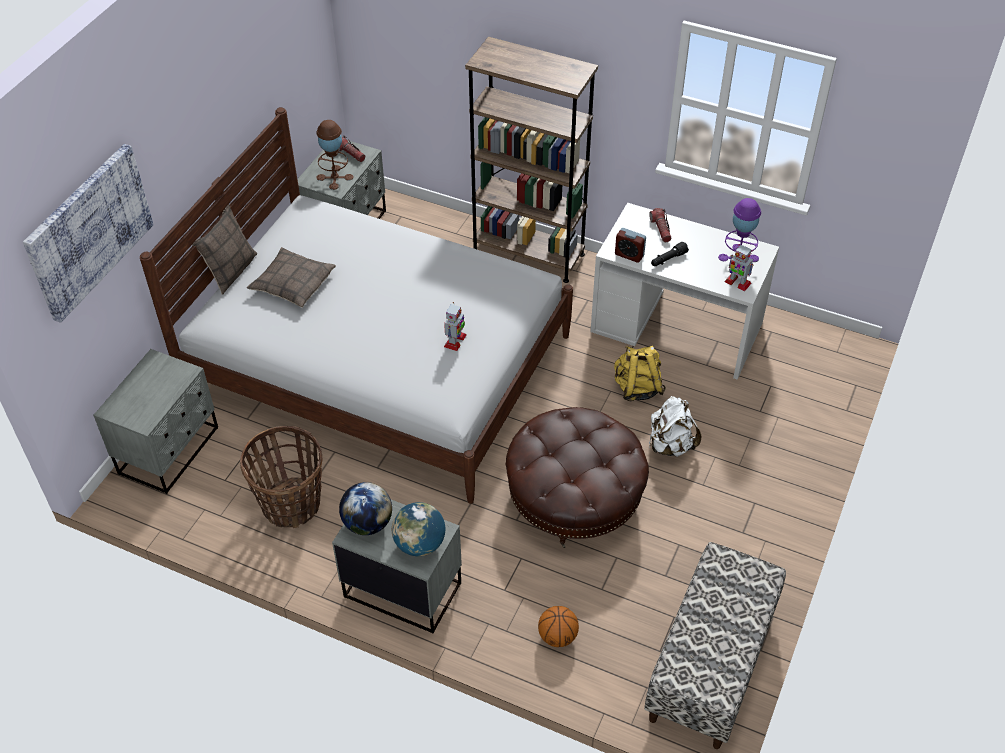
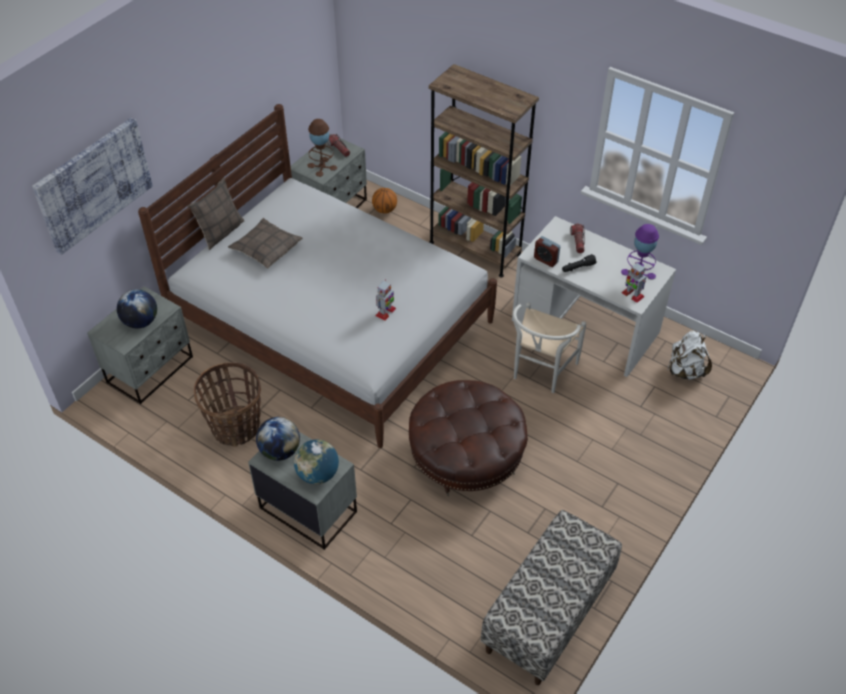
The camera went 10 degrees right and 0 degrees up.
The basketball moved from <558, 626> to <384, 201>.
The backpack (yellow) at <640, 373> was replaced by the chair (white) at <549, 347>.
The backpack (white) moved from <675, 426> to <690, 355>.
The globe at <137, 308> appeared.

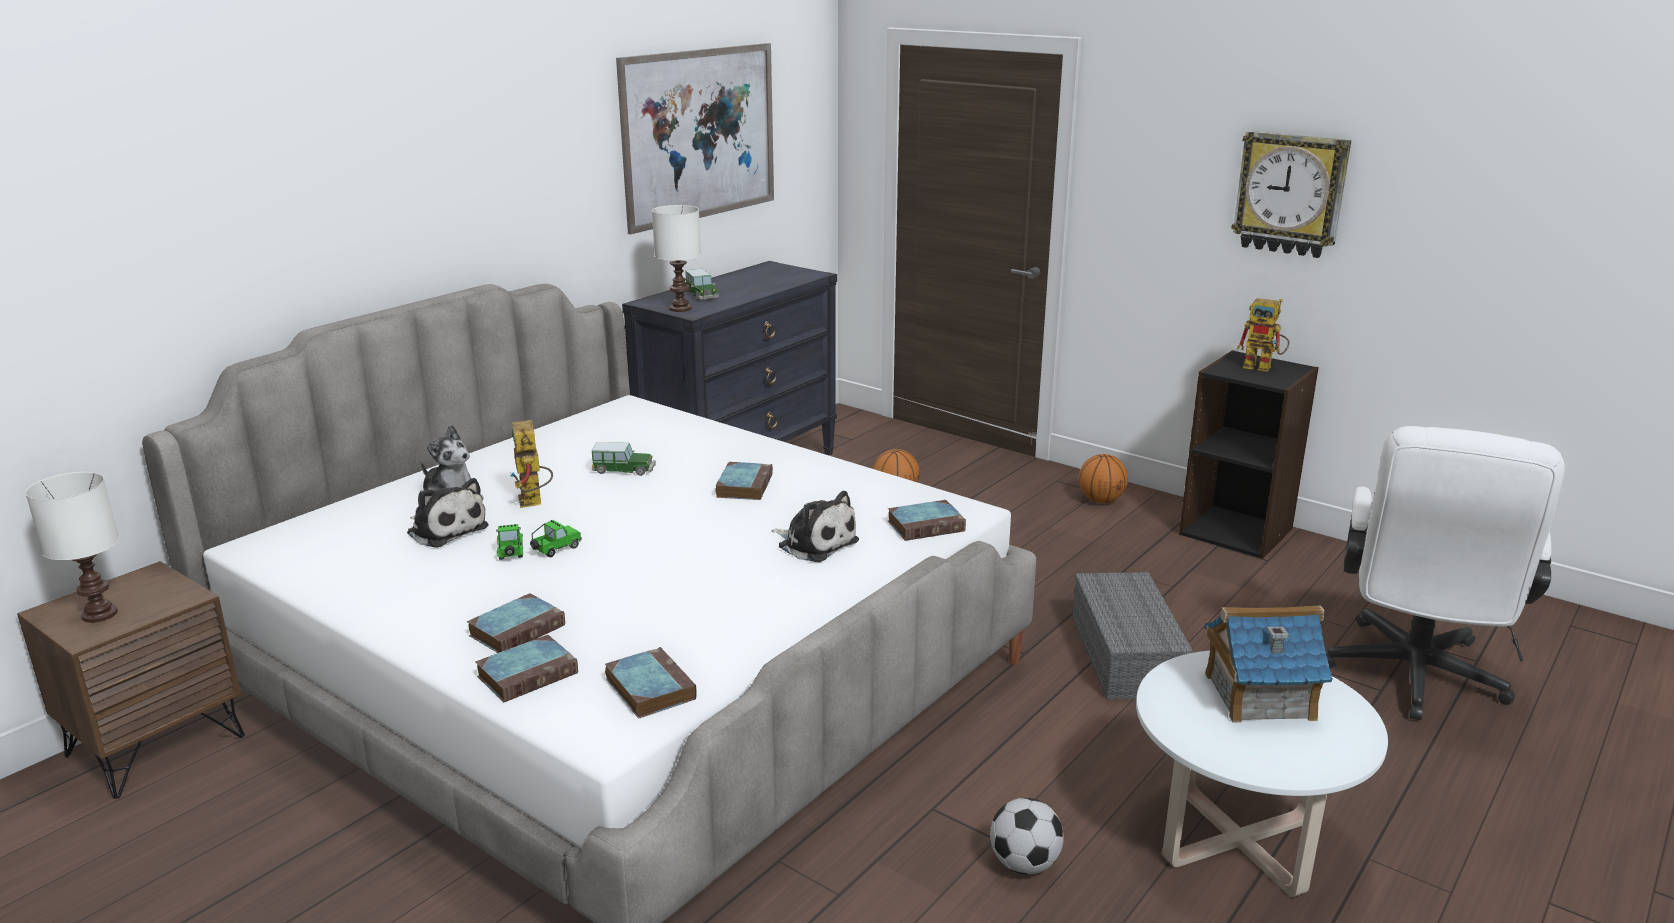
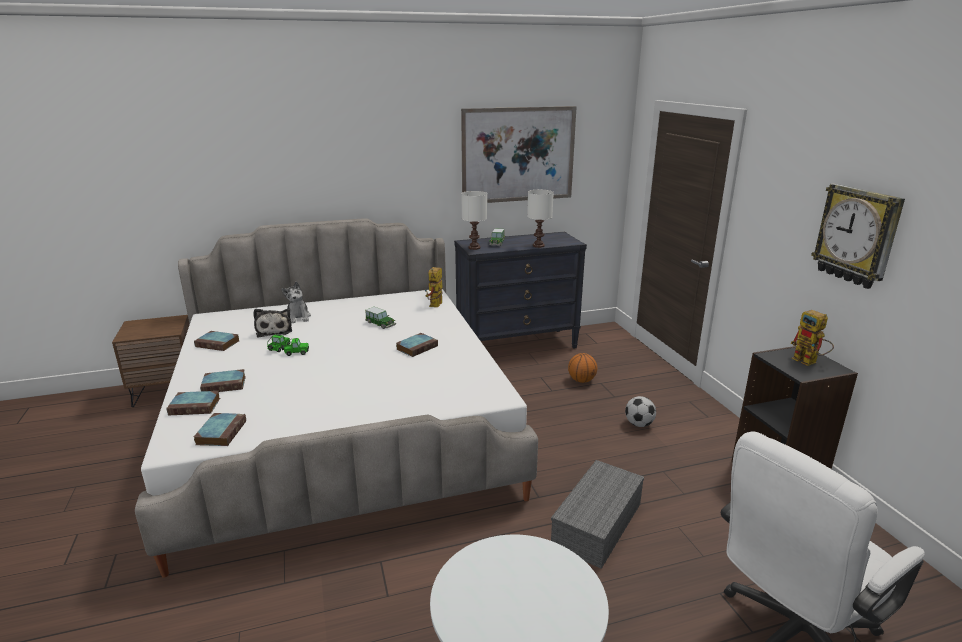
The camera went 35 degrees right and 0 degrees up.
The table lamp (white) moved from <72, 547> to <540, 219>.
The toy robot moved from <531, 464> to <434, 287>.
The plush toy at <815, 526> disappeared.
The book moved from <927, 520> to <216, 341>.
The football moved from <1027, 836> to <640, 411>.
The basketball at <1103, 478> disappeared.
The toy house at <1268, 664> disappeared.

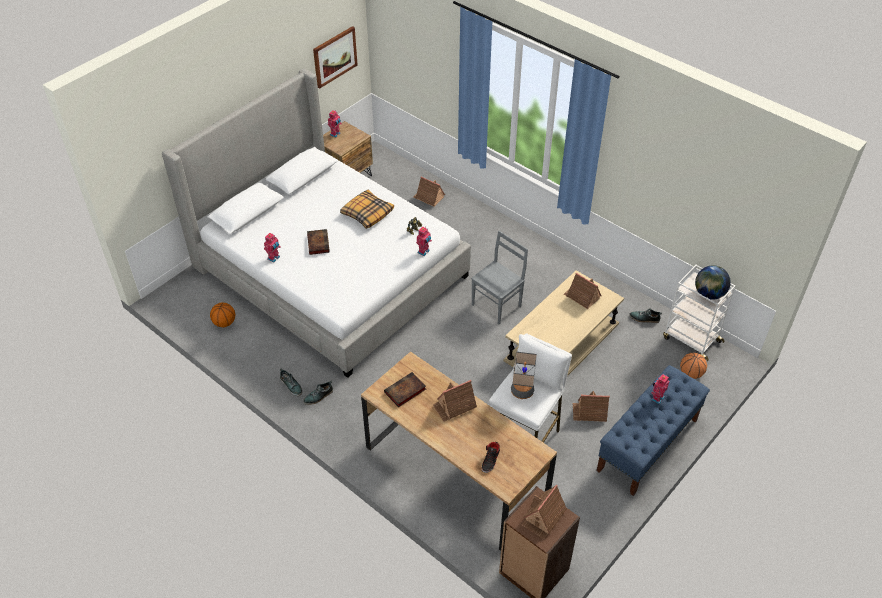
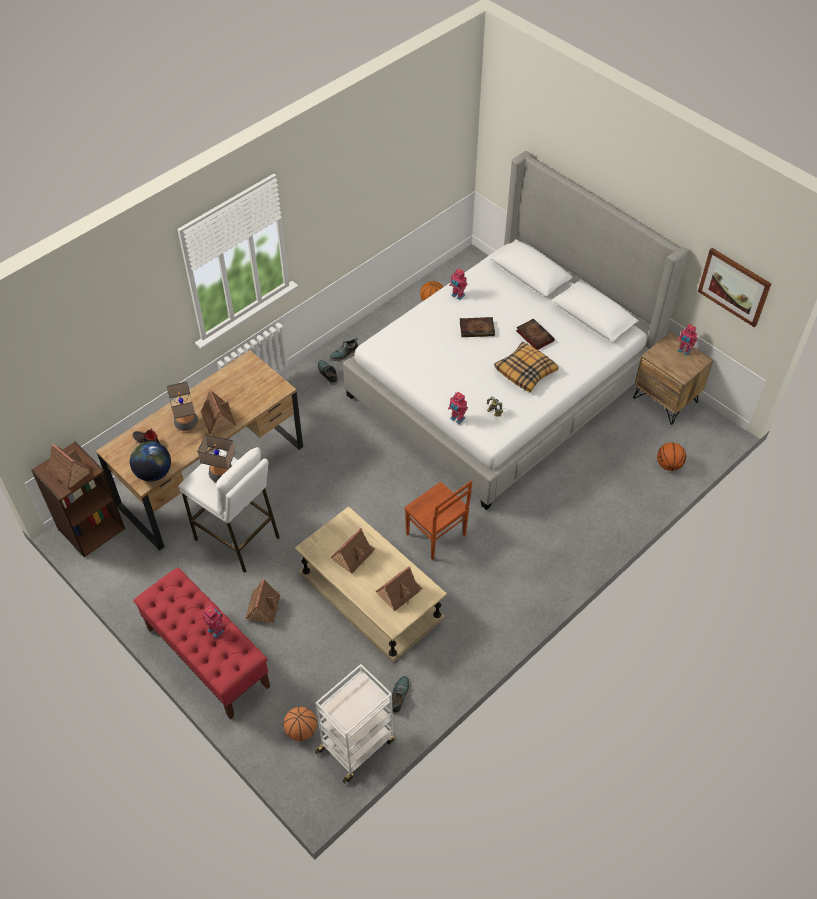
The camera went 95 degrees right and 5 degrees up.
The book moved from <405, 389> to <535, 334>.
The toy house moved from <429, 192> to <352, 550>.
The chair (grey) at <499, 277> became the chair (brown) at <438, 520>.
The bench (blue) at <653, 430> became the bench (red) at <202, 643>.
The globe moved from <713, 282> to <150, 461>.
The table lamp at <182, 406> appeared.
The basketball at <671, 456> appeared.

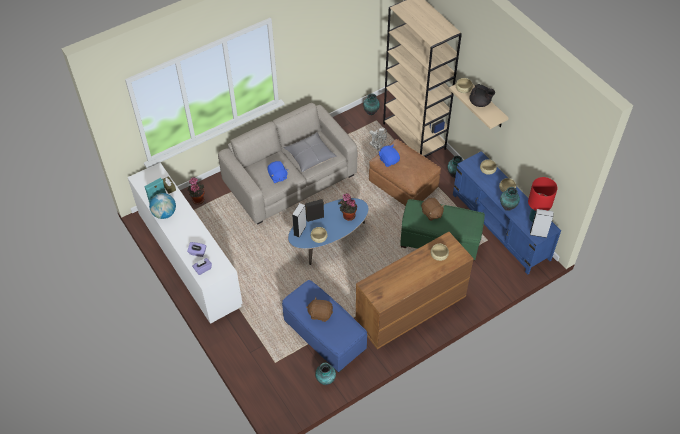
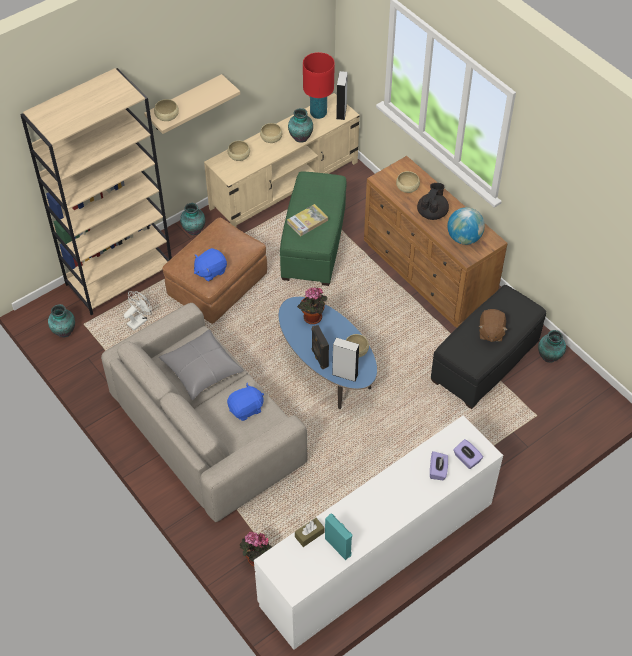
The camera went 95 degrees left and 0 degrees up.
The globe moved from <162, 206> to <466, 226>.
The ottoman (blue) at <324, 326> became the ottoman (black) at <488, 347>.
The plush toy (brown) at <433, 209> was replaced by the book at <307, 220>.
The tv stand (blue) at <507, 213> became the tv stand (beige) at <282, 160>.
The teapot (black) moved from <482, 95> to <433, 201>.

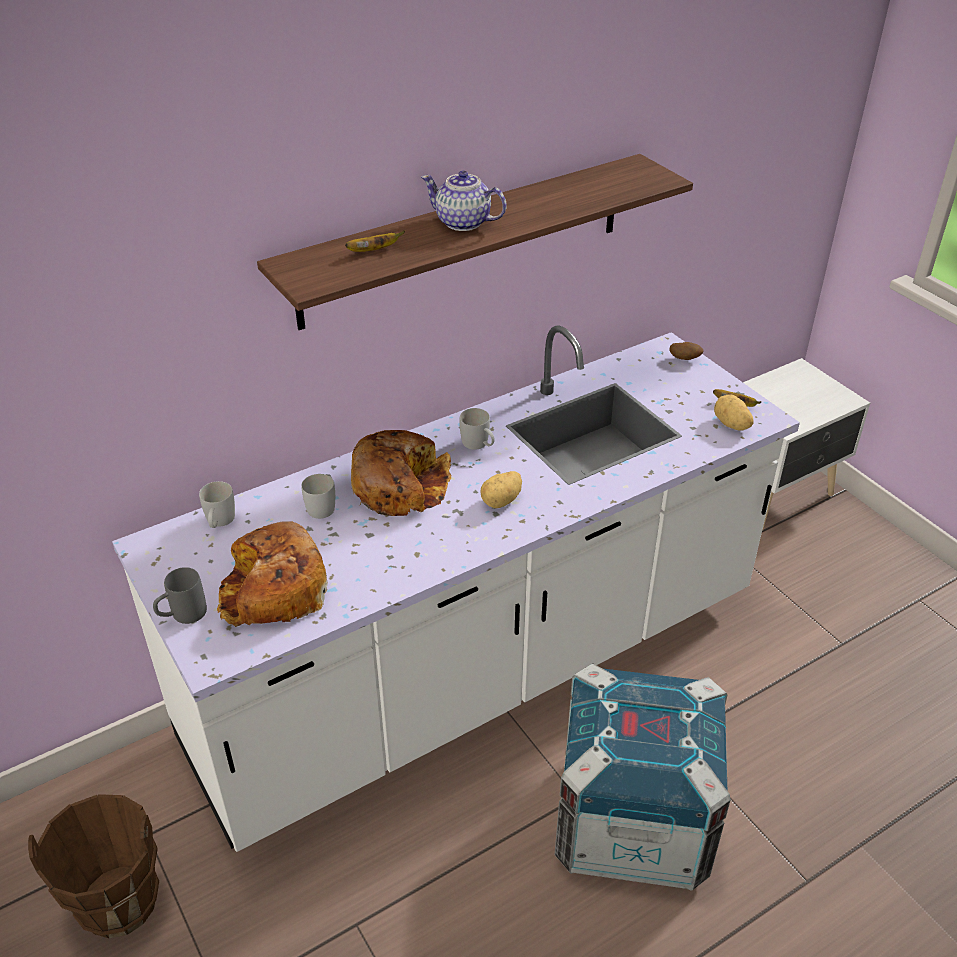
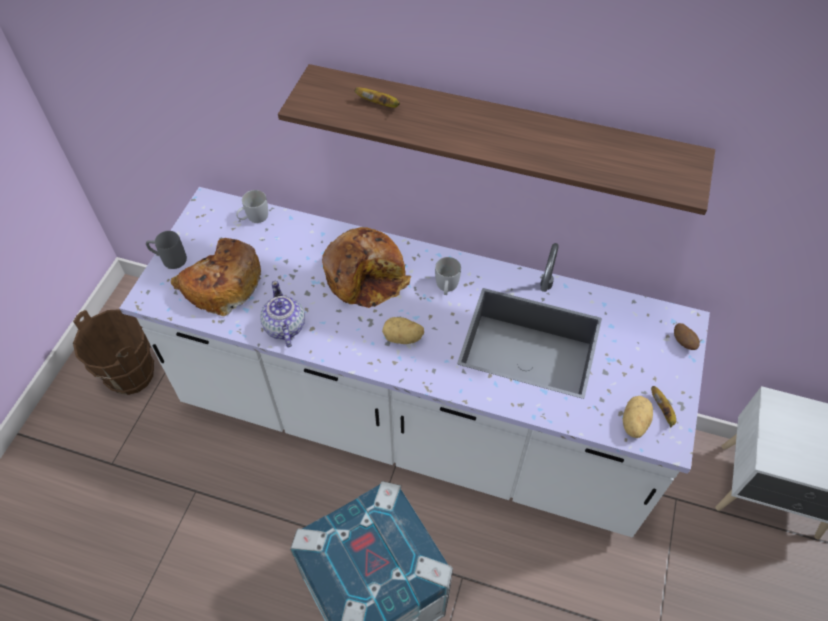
The camera went 50 degrees right and 15 degrees up.
The mug (white) at <318, 496> disappeared.
The teapot moved from <464, 200> to <282, 314>.

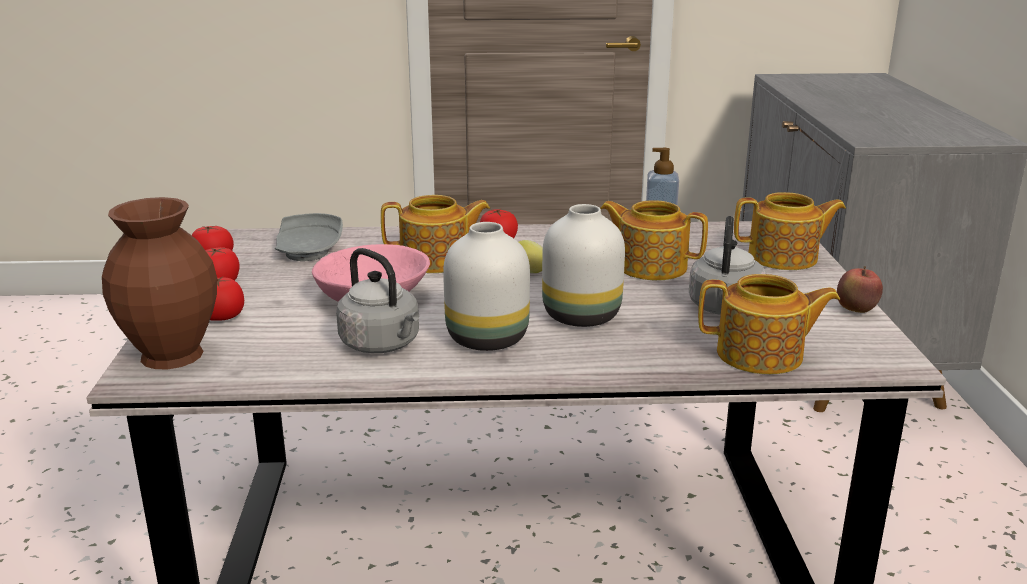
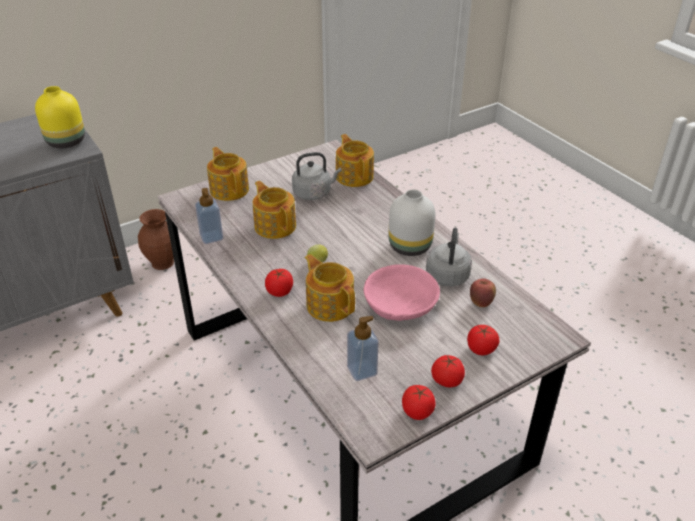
The camera went 120 degrees left and 15 degrees up.
The vase (brown) moved from <159, 283> to <156, 239>.
The plate (grey) at <309, 237> was replaced by the soap dispenser at <363, 348>.
The vase (white) at <583, 265> disappeared.
The teapot at <654, 240> turned 150 degrees clockwise.
The apple moved from <860, 289> to <483, 292>.
The vase (yellow) at <60, 117> appeared.

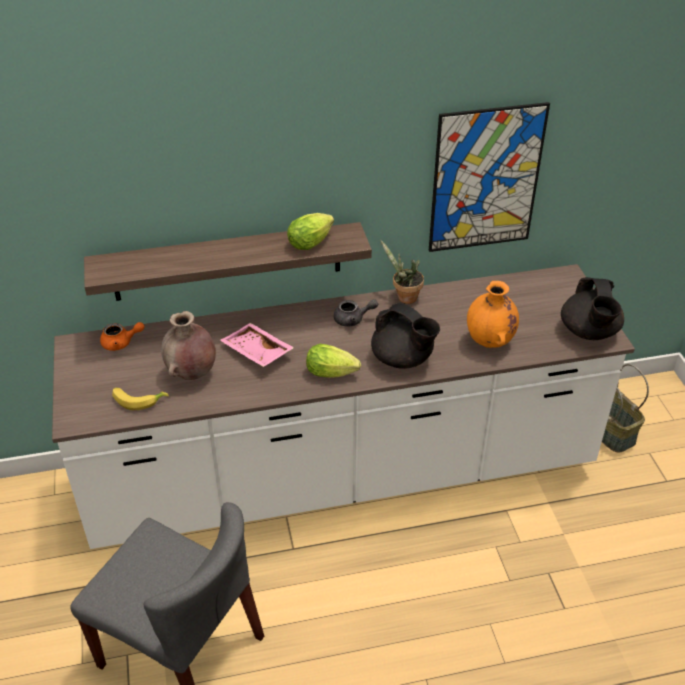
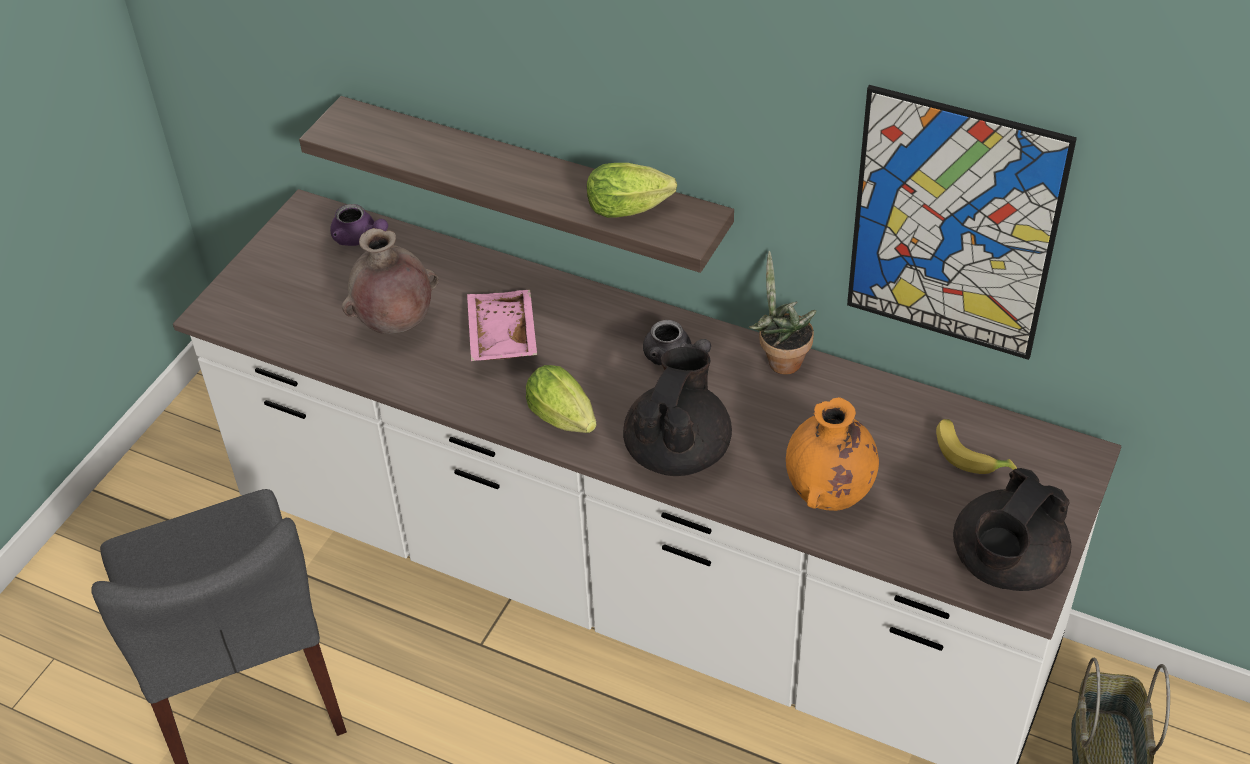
The camera went 40 degrees right and 5 degrees up.
The teapot (orange) at <122, 336> became the teapot (purple) at <359, 225>.
The banana moved from <140, 398> to <976, 446>.
The teapot (black) at <405, 336> turned 150 degrees counterclockwise.

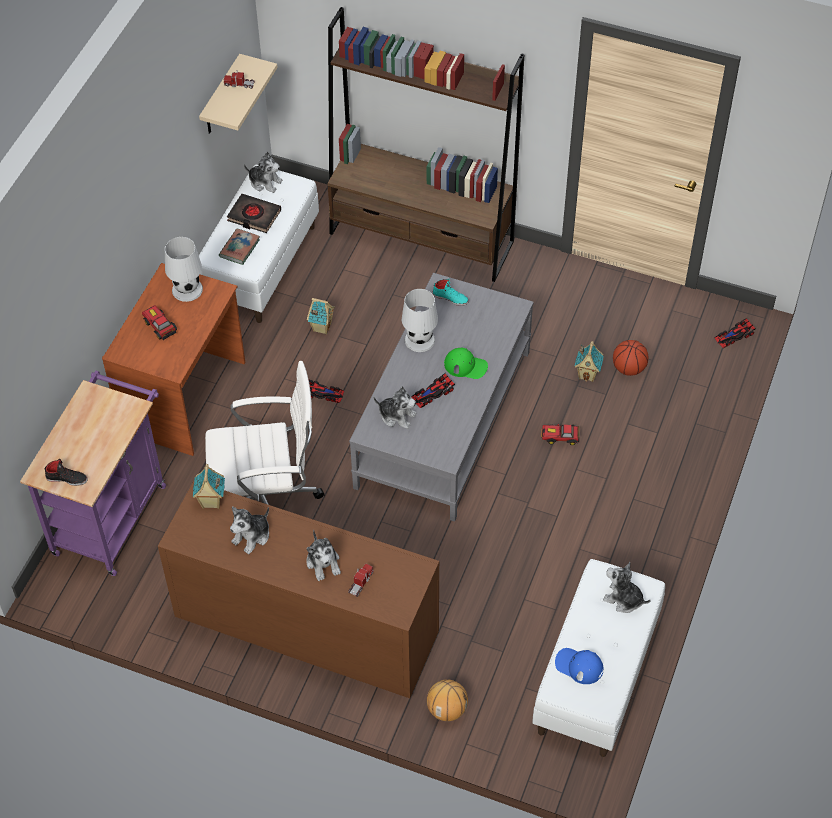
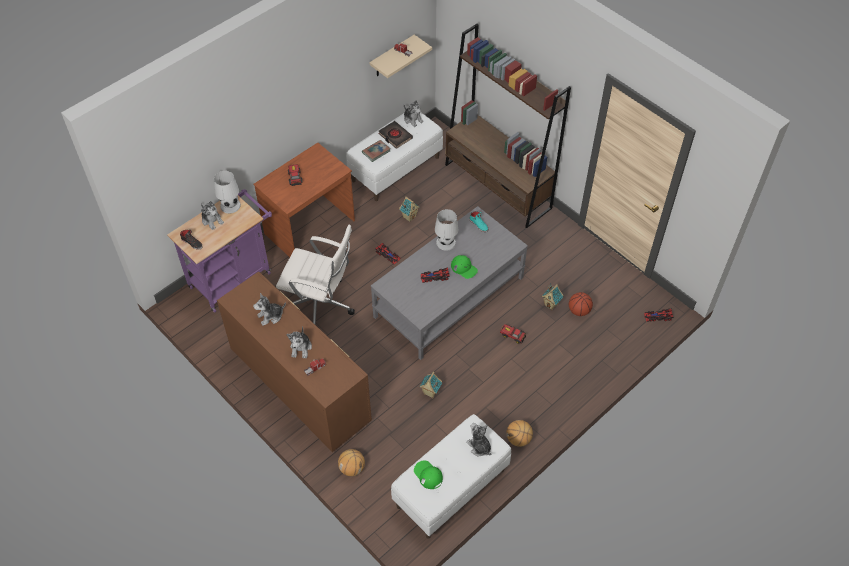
The camera went 25 degrees right and 0 degrees up.
The table lamp (white) moved from <184, 269> to <227, 192>.
The toy house moved from <209, 486> to <431, 385>.
The plush toy moved from <395, 407> to <212, 215>.
The cap (blue) at <579, 666> became the cap (green) at <428, 474>.
The basketball at <519, 433> appeared.

